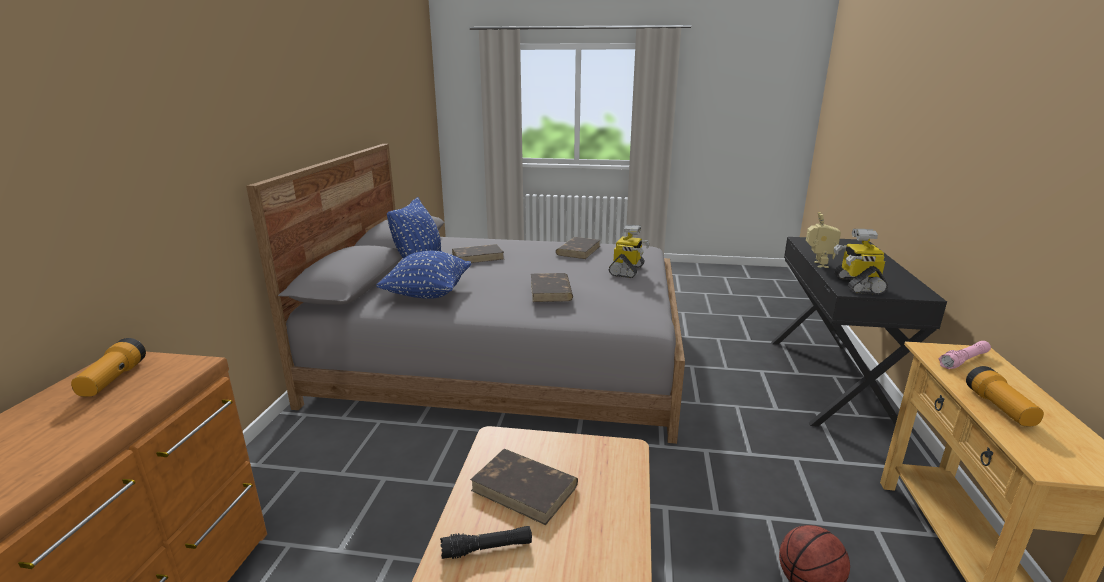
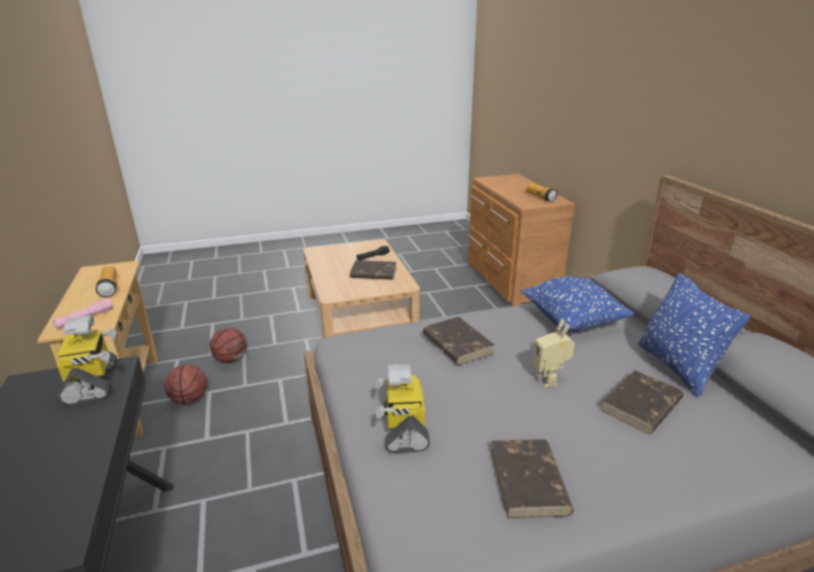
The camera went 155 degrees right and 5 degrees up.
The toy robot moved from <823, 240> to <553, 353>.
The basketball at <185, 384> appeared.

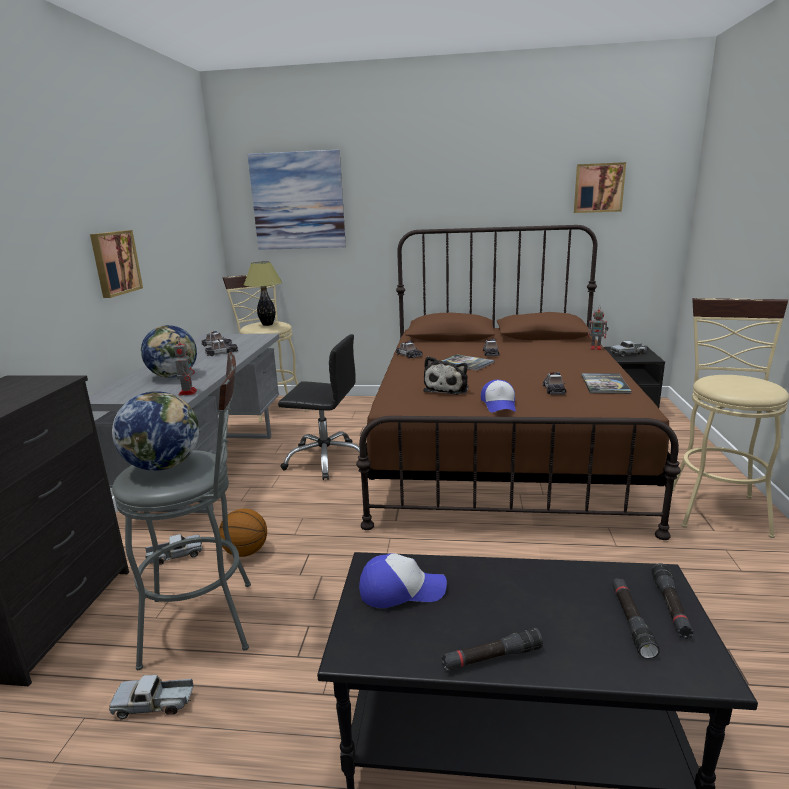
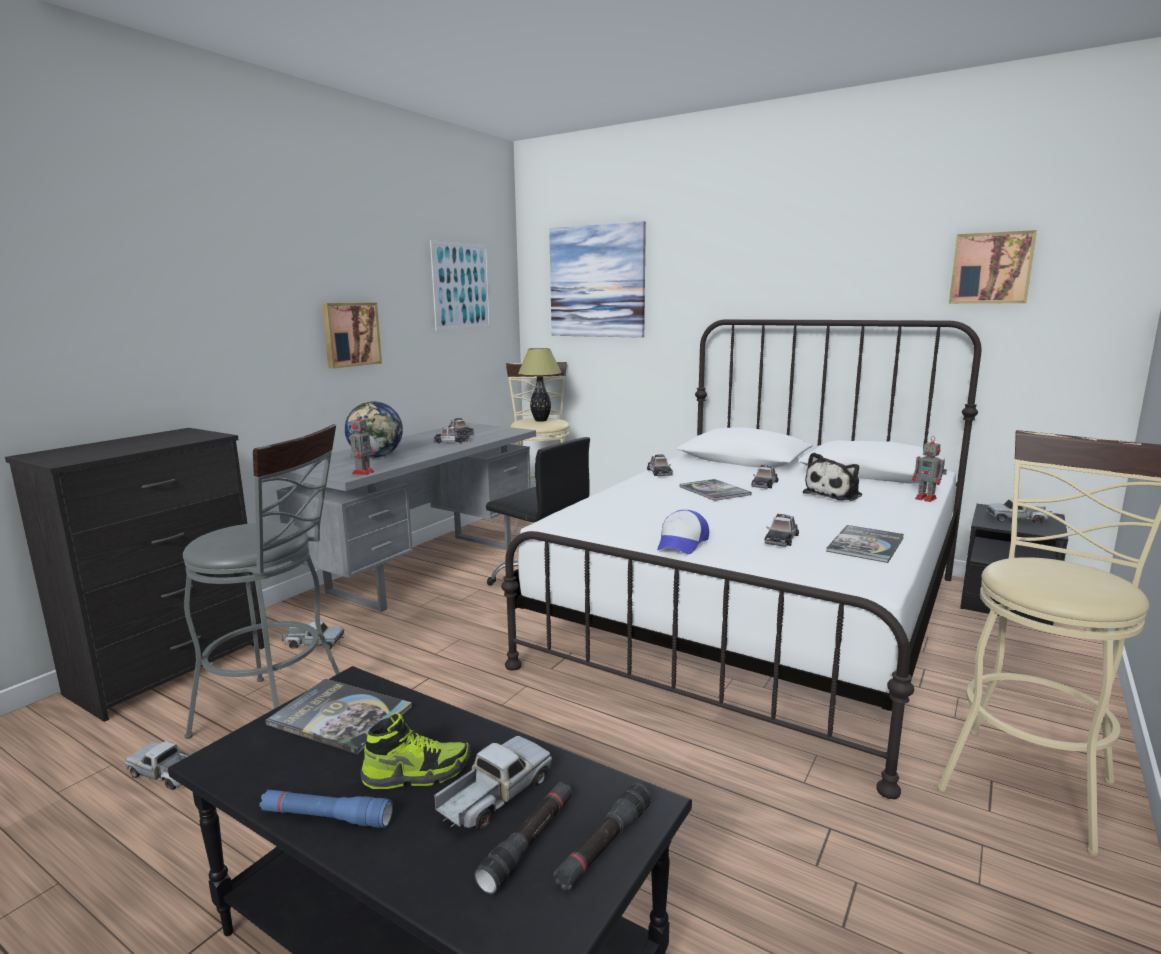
The camera went 25 degrees right and 5 degrees down.
The globe at <155, 431> disappeared.
The basketball at <243, 533> disappeared.
The bed (brown) at <518, 382> became the bed (white) at <741, 559>.
The cap at <403, 580> was replaced by the book at <339, 717>.
The plush toy moved from <445, 375> to <832, 476>.
The flashlight (black) at <492, 649> became the flashlight (blue) at <326, 809>.
The shoe at <415, 751> appeared.
The picture at <460, 285> appeared.
The toy truck at <493, 782> appeared.

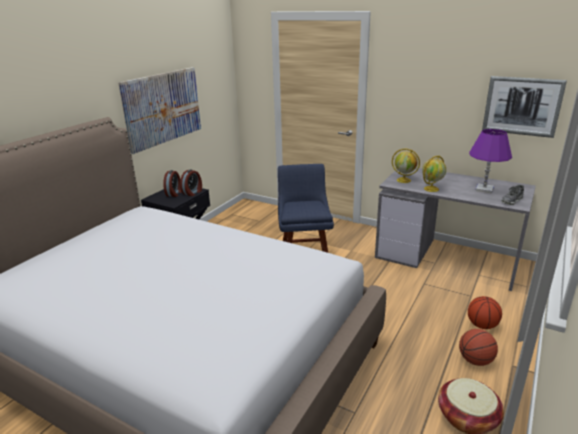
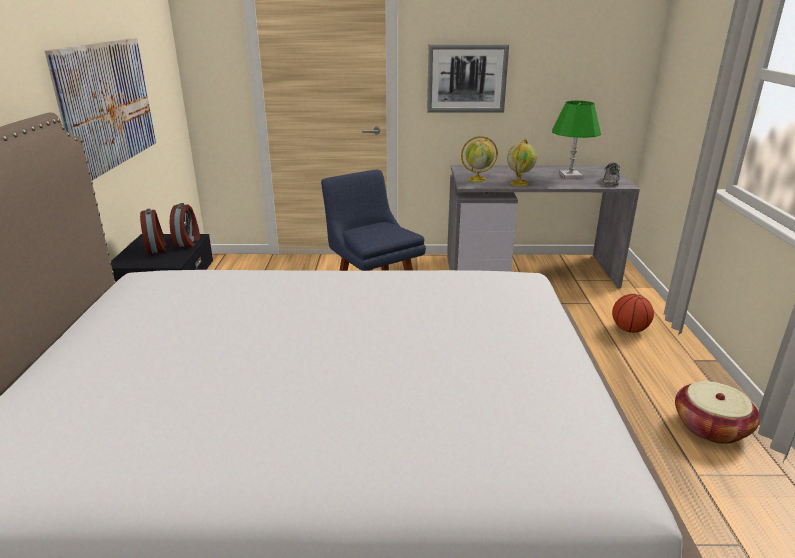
The camera went 30 degrees left and 0 degrees up.
The basketball at <478, 347> disappeared.
The table lamp (purple) at <490, 161> became the table lamp (green) at <576, 139>.
The picture moved from <524, 107> to <468, 78>.

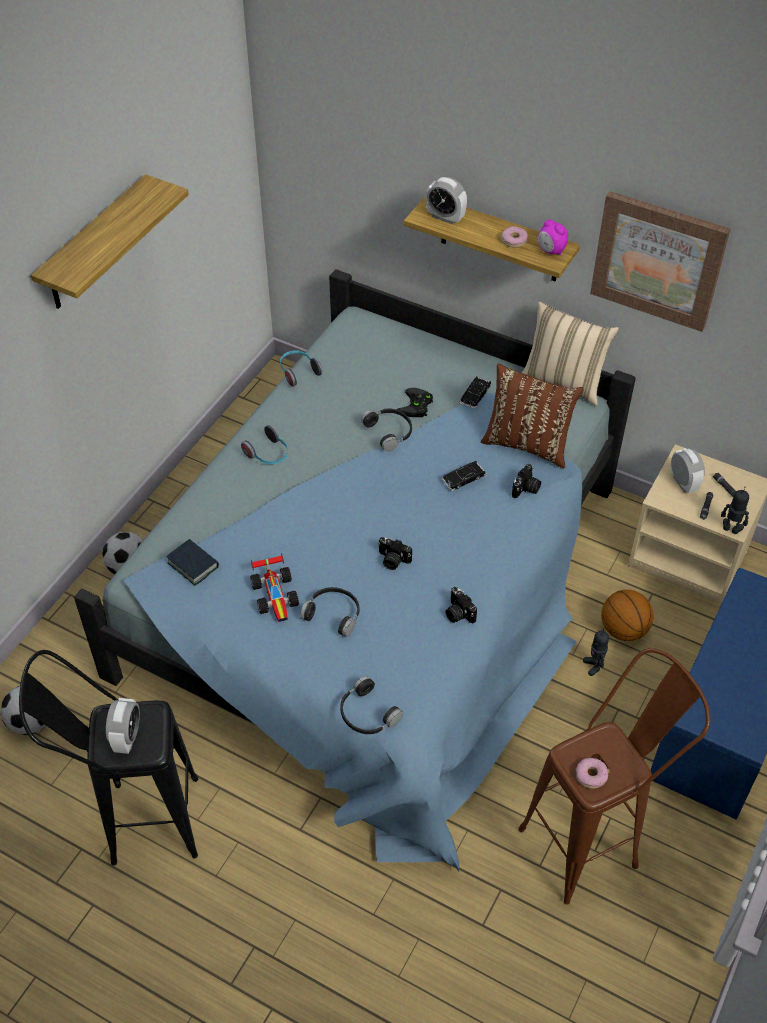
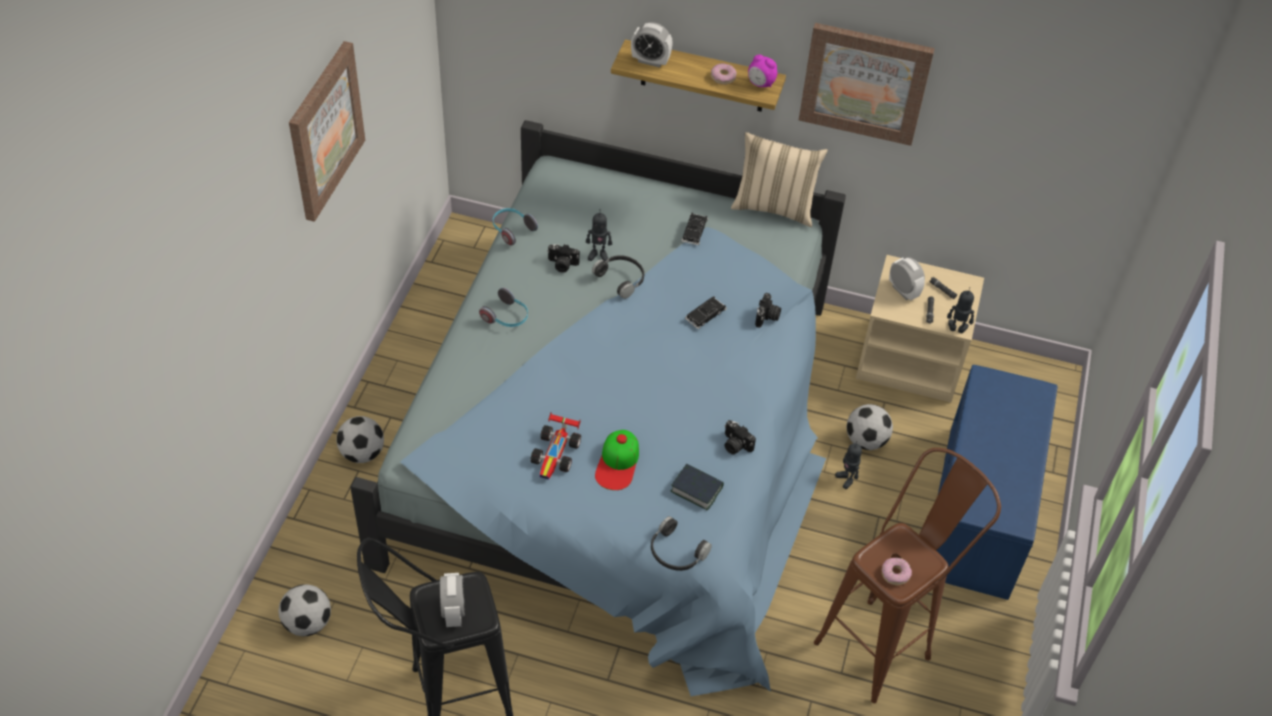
The camera went 15 degrees left and 0 degrees up.
The shelf at <110, 241> was replaced by the picture at <327, 131>.
The book moved from <192, 562> to <697, 487>.
The toy car at <274, 587> turned 45 degrees clockwise.
The headphones (black) at <330, 612> was replaced by the cap at <617, 460>.
The photo camera moved from <395, 553> to <563, 258>.
The game controller (black) at <414, 402> disappeared.
The pillow (brown) at <532, 416> disappeared.
The basketball at <627, 615> was replaced by the football at <869, 427>.
The toy robot at <599, 235> appeared.

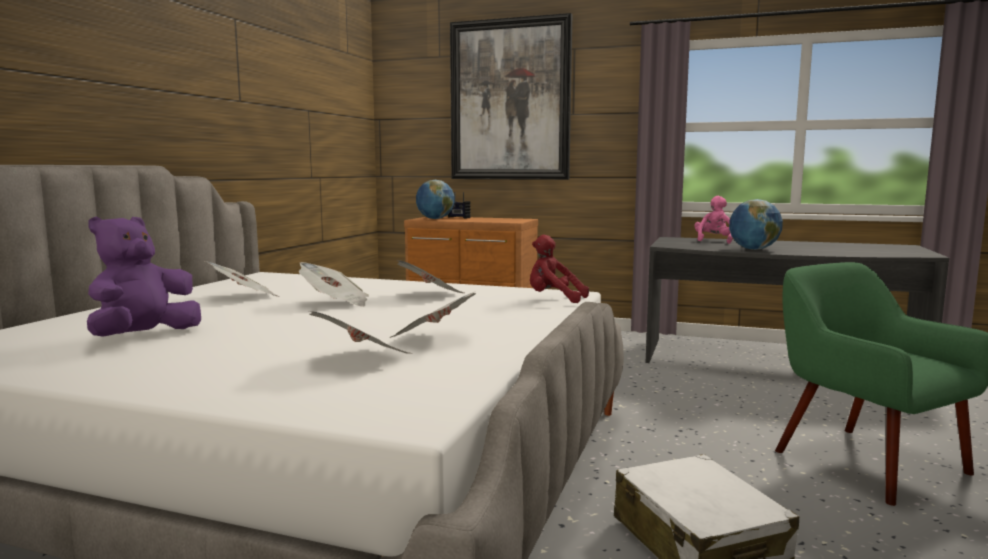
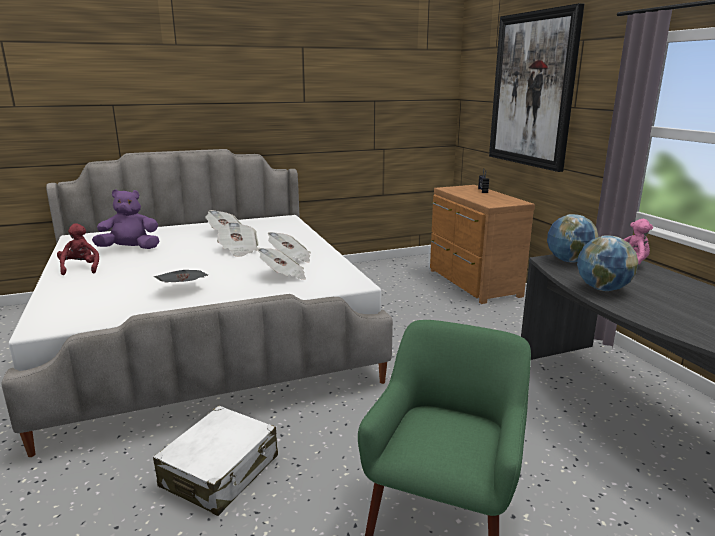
The camera went 50 degrees right and 10 degrees up.
The newspaper moved from <360, 332> to <281, 264>.
The globe moved from <435, 199> to <573, 238>.
The plush toy (red) moved from <559, 269> to <78, 249>.

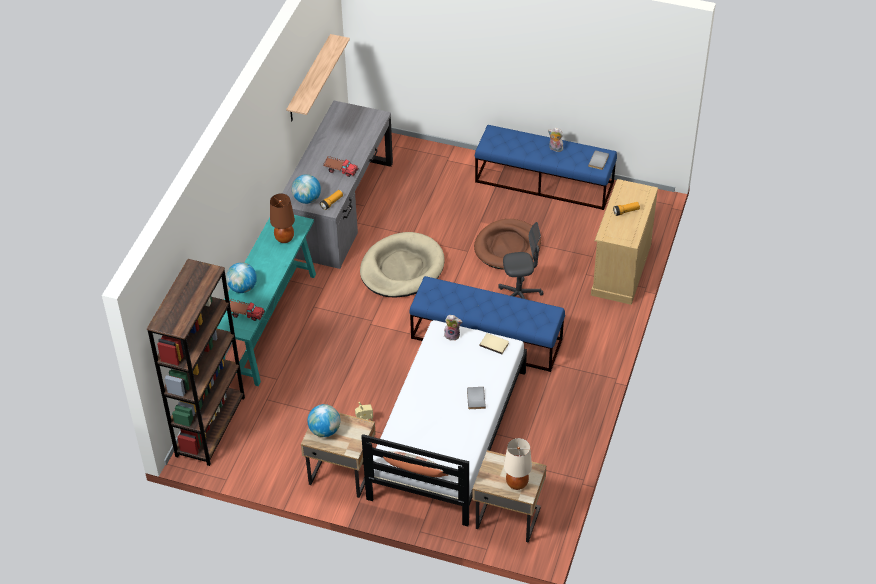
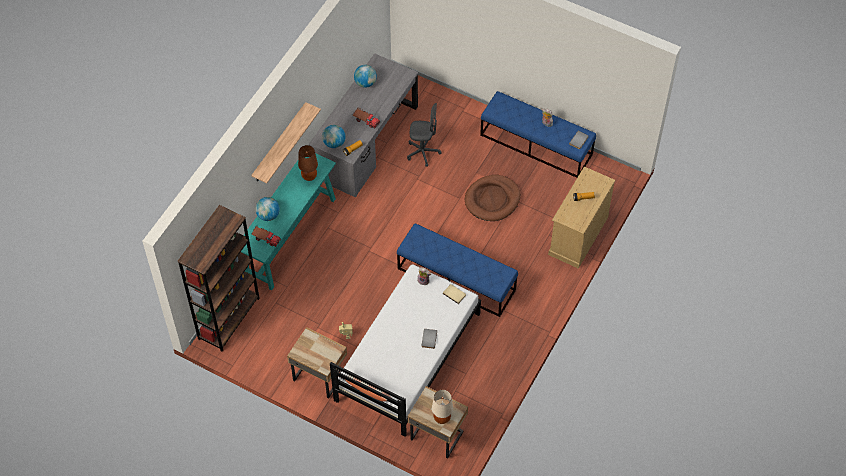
The camera went 10 degrees right and 10 degrees up.
The shelf moved from <318, 77> to <286, 142>.
The globe moved from <324, 420> to <365, 76>.
The dog bed (beige) at <402, 264> disappeared.
The office chair (grey) moved from <521, 260> to <424, 134>.

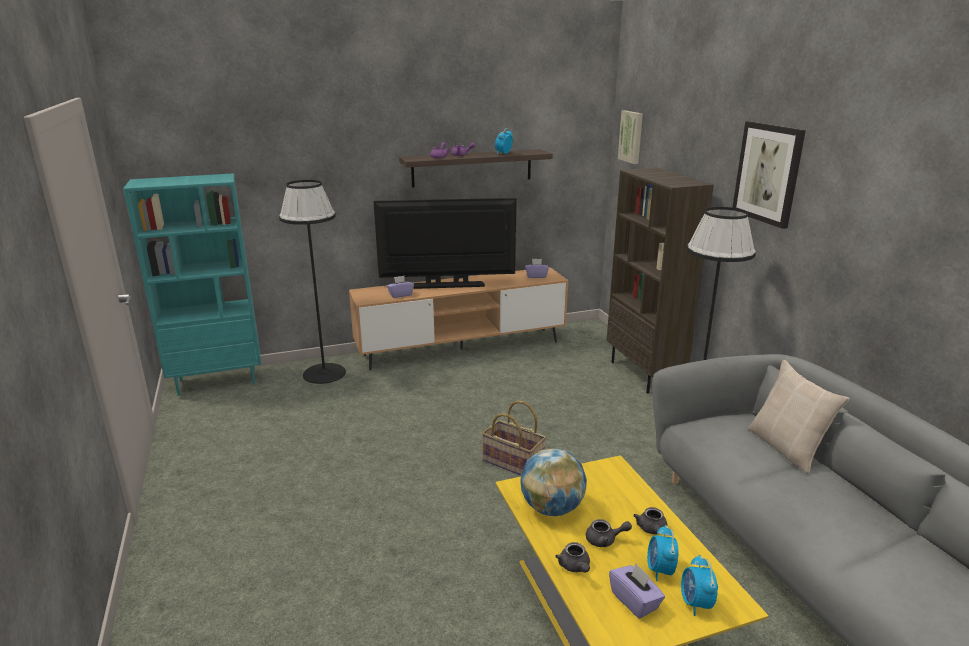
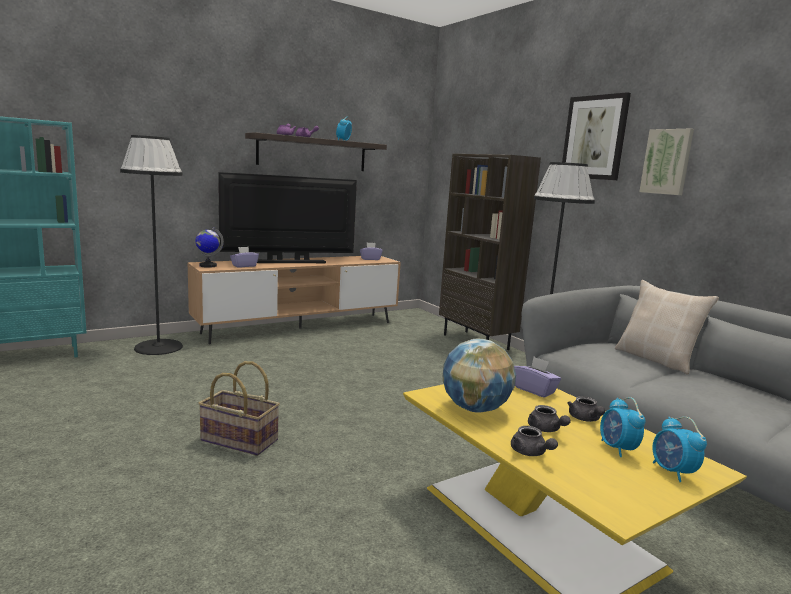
The camera went 15 degrees left and 10 degrees down.
The basket moved from <514, 438> to <239, 408>.
The teapot (grey) at <609, 533> turned 75 degrees clockwise.
The tissue box (purple) moved from <637, 591> to <537, 377>.
The picture moved from <630, 137> to <666, 162>.
The globe at <209, 247> appeared.

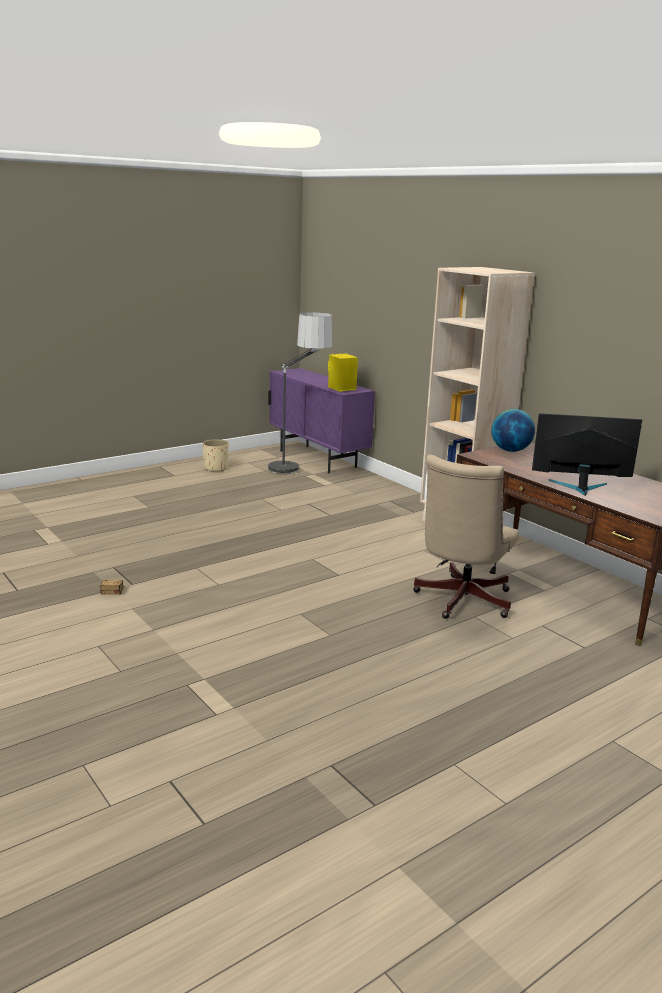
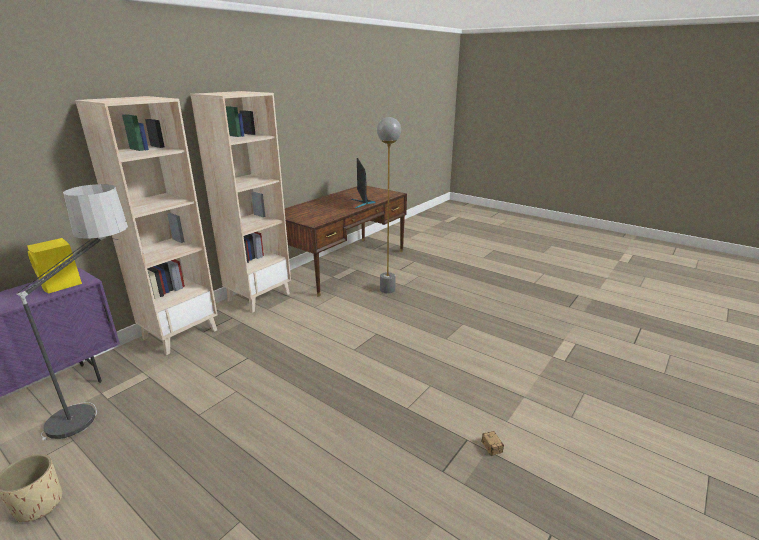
The camera went 105 degrees left and 5 degrees up.
The office chair (beige) at <466, 537> was replaced by the floor lamp (grey) at <389, 205>.
The globe at <513, 430> disappeared.
The bookcase (beige) at <146, 225> appeared.

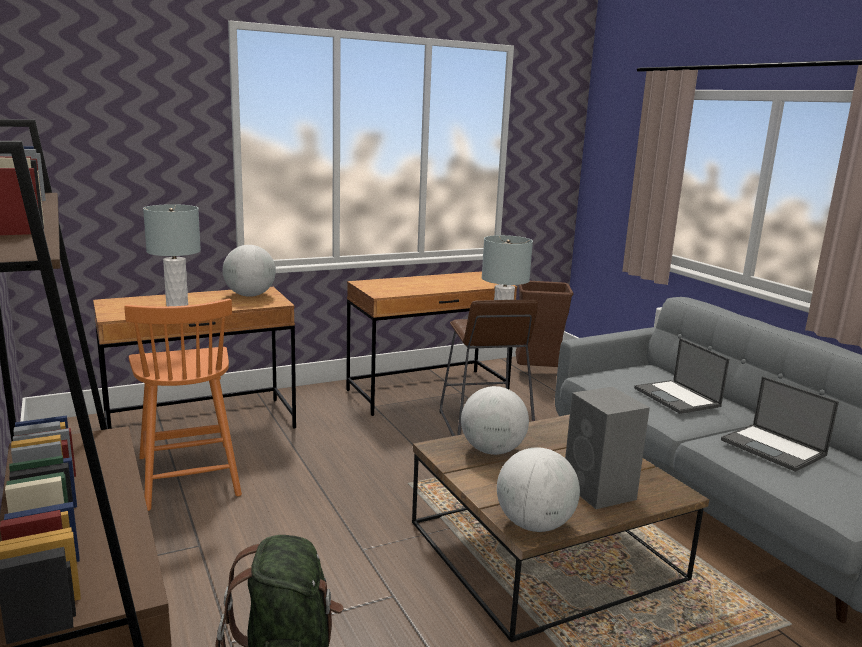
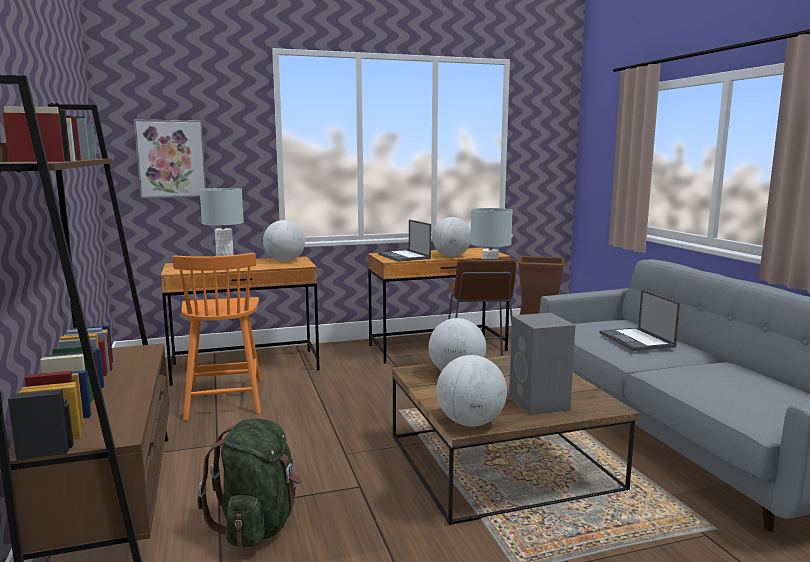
The camera went 10 degrees right and 5 degrees down.
The laptop moved from <780, 424> to <404, 241>.
The picture at <170, 158> appeared.
The globe at <451, 237> appeared.

